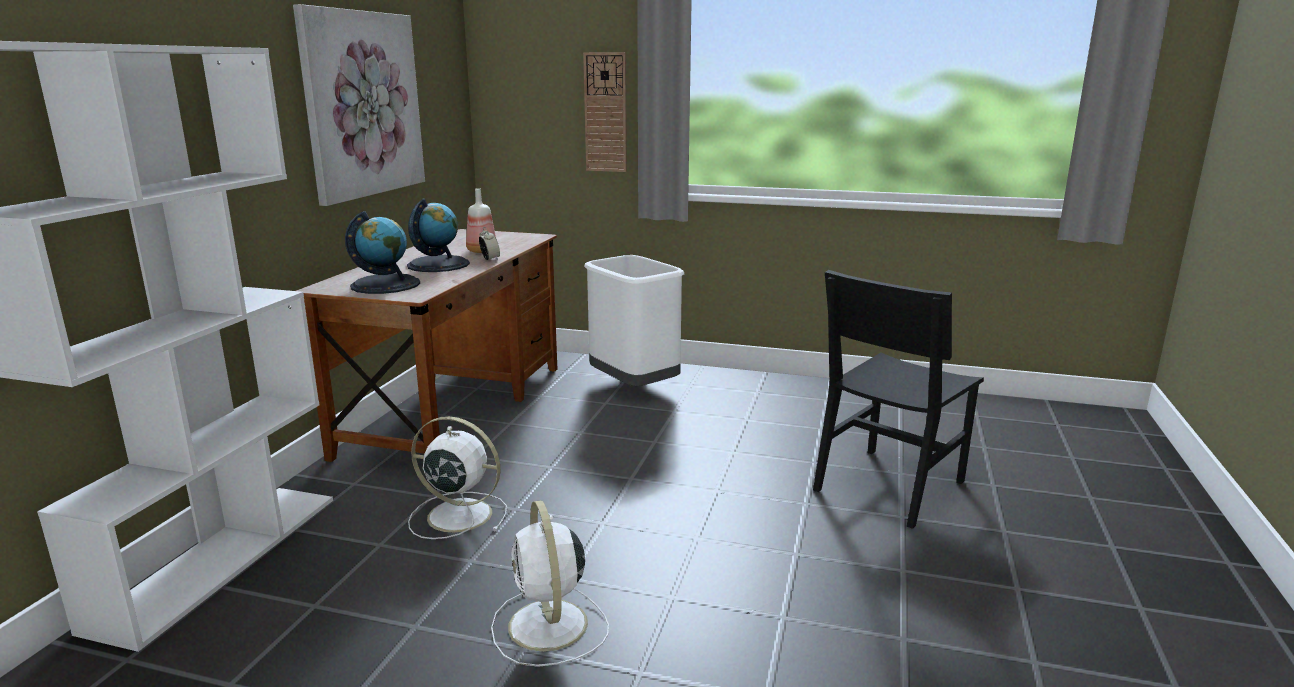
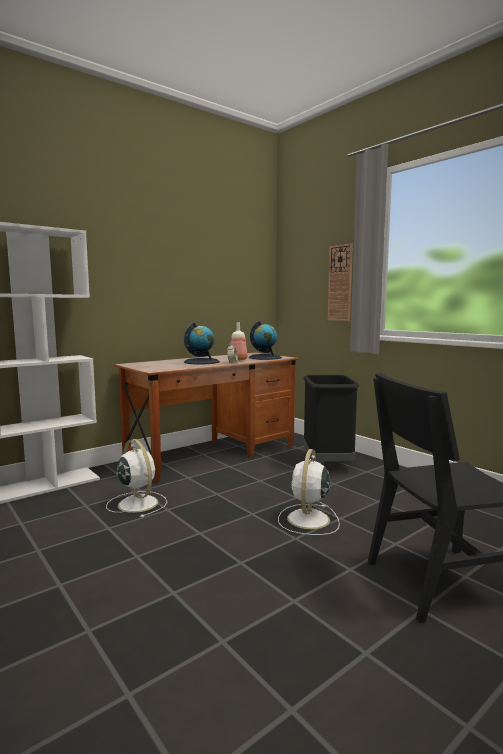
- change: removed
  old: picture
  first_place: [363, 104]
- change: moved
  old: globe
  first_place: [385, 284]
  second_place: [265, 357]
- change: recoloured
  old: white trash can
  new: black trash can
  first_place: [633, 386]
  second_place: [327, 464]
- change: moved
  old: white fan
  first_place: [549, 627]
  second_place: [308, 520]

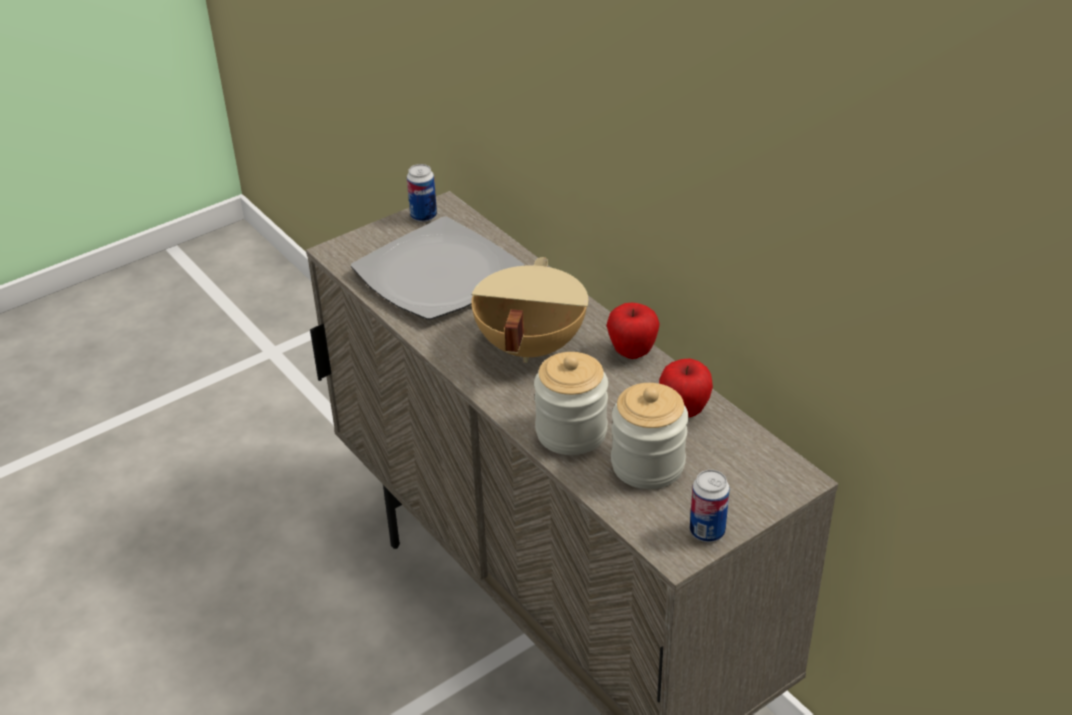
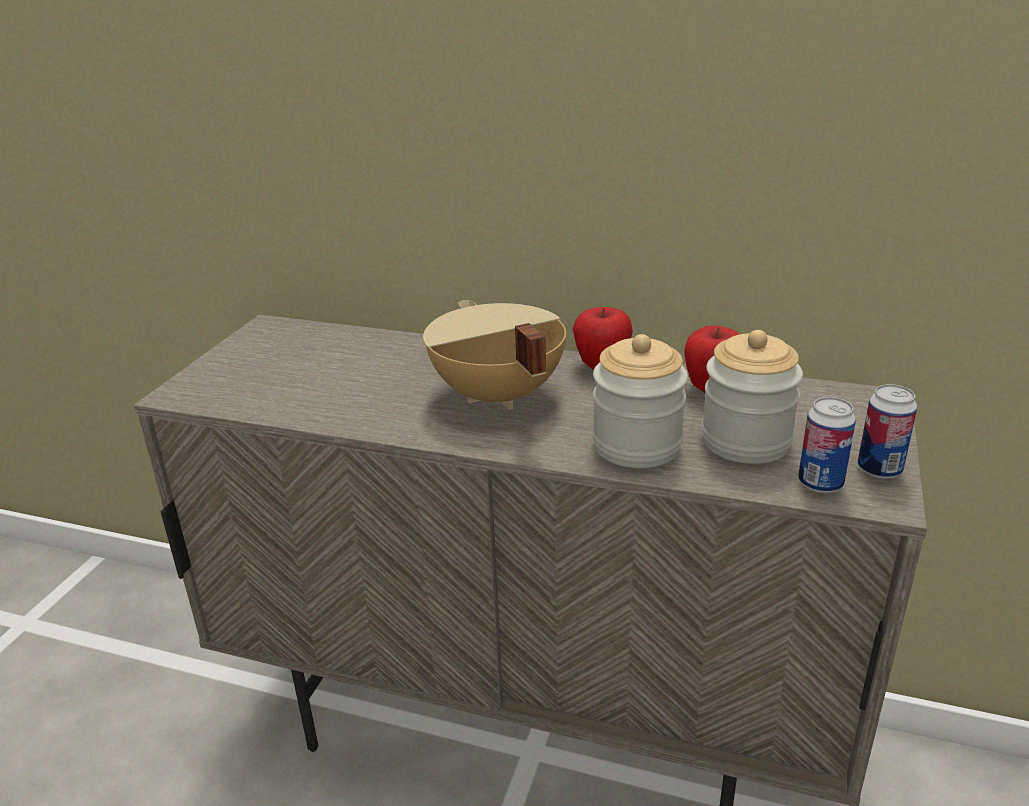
- change: moved
  old: can
  first_place: [423, 216]
  second_place: [820, 483]
- change: removed
  old: plate
  first_place: [438, 274]

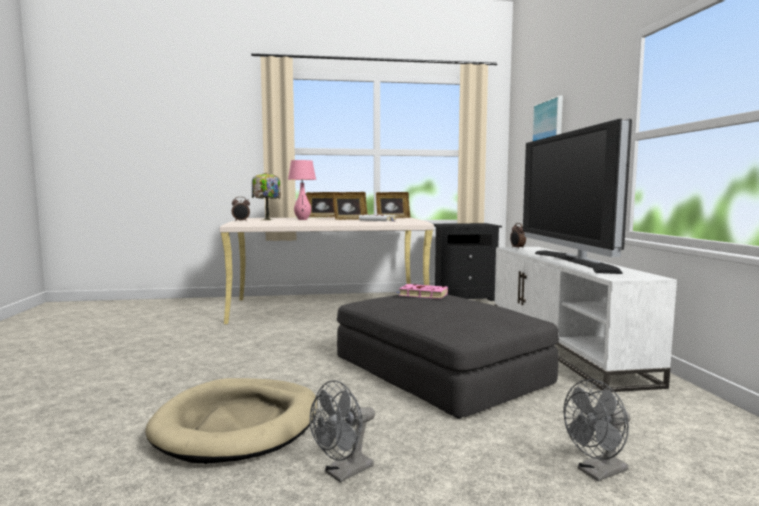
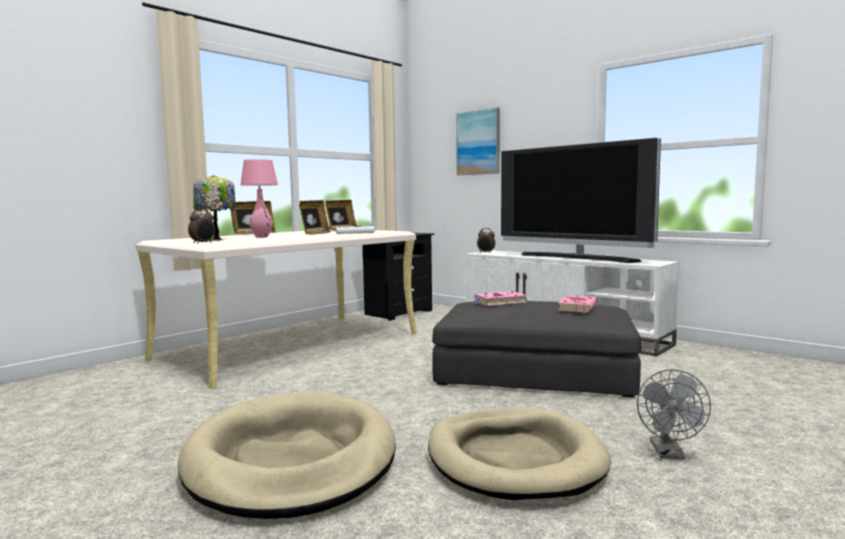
- change: removed
  old: grey fan
  first_place: [597, 472]
- change: added
  new: pink book
  second_place: [577, 307]
- change: added
  new: beige dog bed
  second_place: [291, 460]

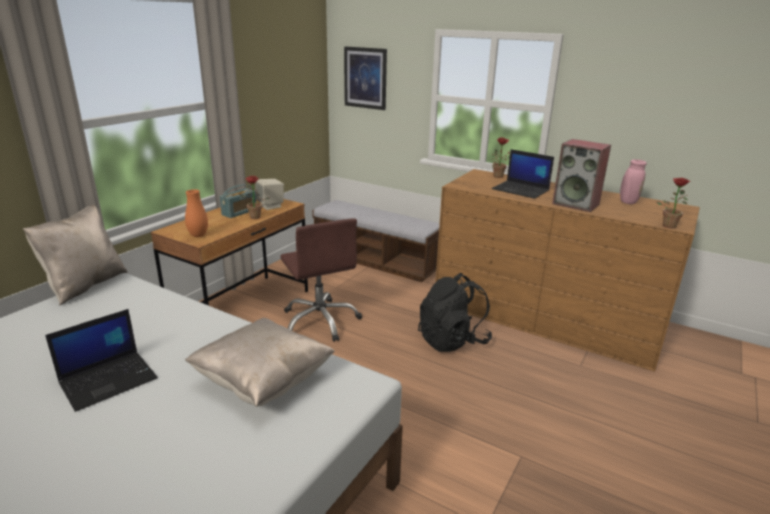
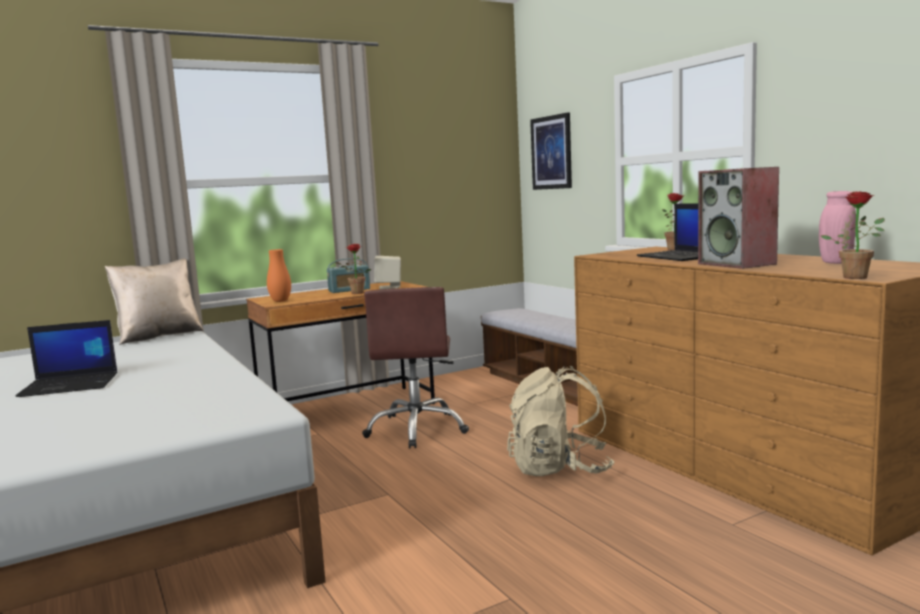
- change: recoloured
  old: black backpack
  new: beige backpack
  first_place: [452, 340]
  second_place: [559, 468]
- change: removed
  old: beige pillow
  first_place: [263, 382]

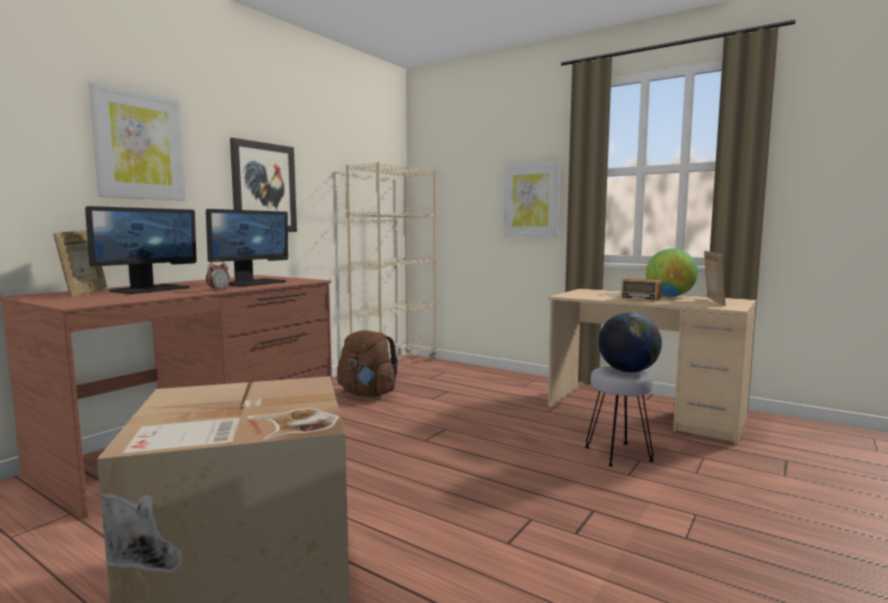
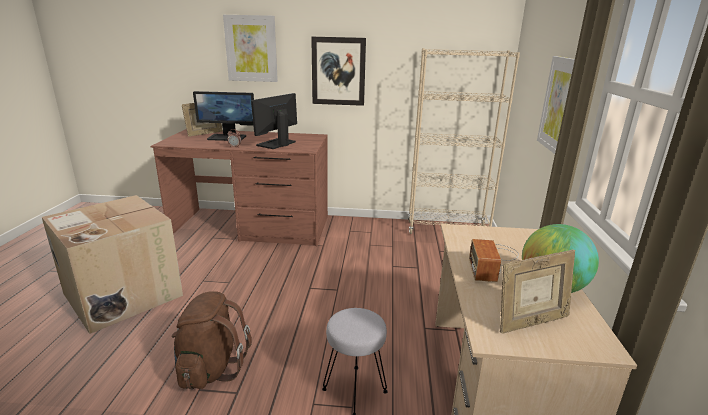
- change: turned
  old: monitor
  first_place: [253, 283]
  second_place: [276, 144]
  degrees: 120
- change: removed
  old: globe
  first_place: [628, 371]
- change: moved
  old: brown backpack
  first_place: [367, 394]
  second_place: [211, 368]

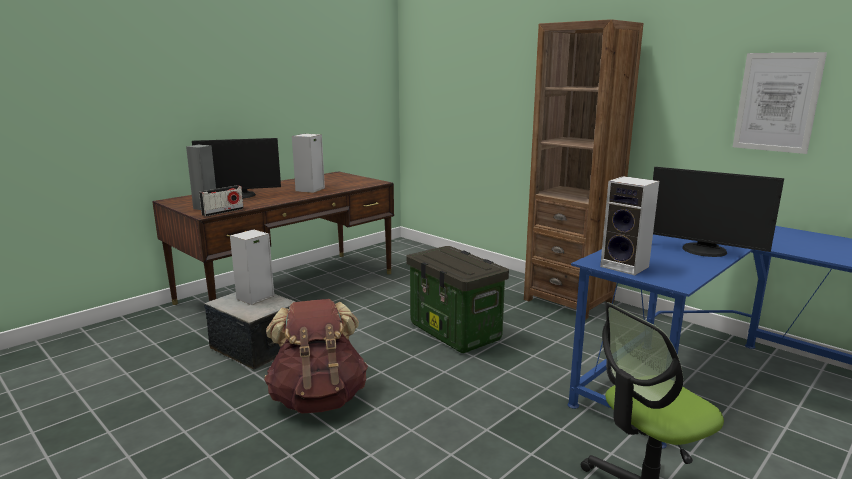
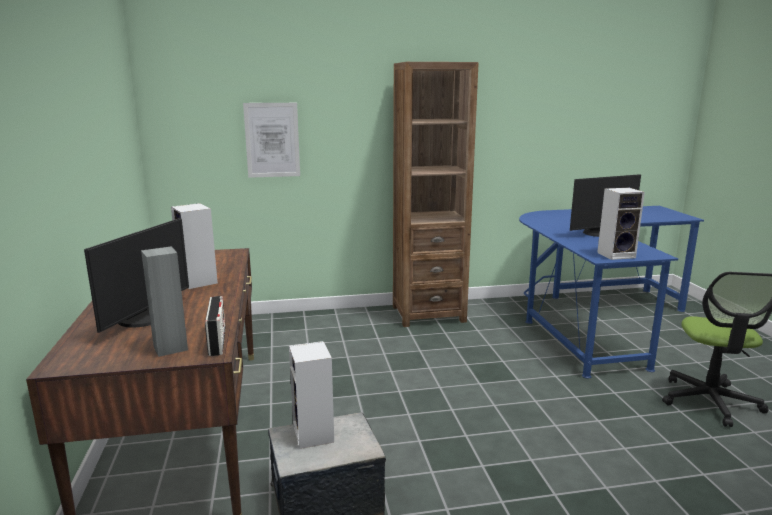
- change: moved
  old: picture
  first_place: [777, 102]
  second_place: [272, 140]
- change: removed
  old: storage box
  first_place: [456, 332]
- change: removed
  old: brown backpack
  first_place: [318, 398]

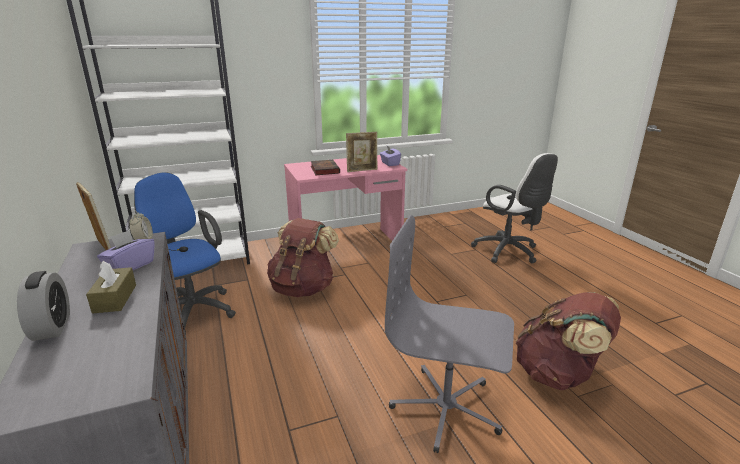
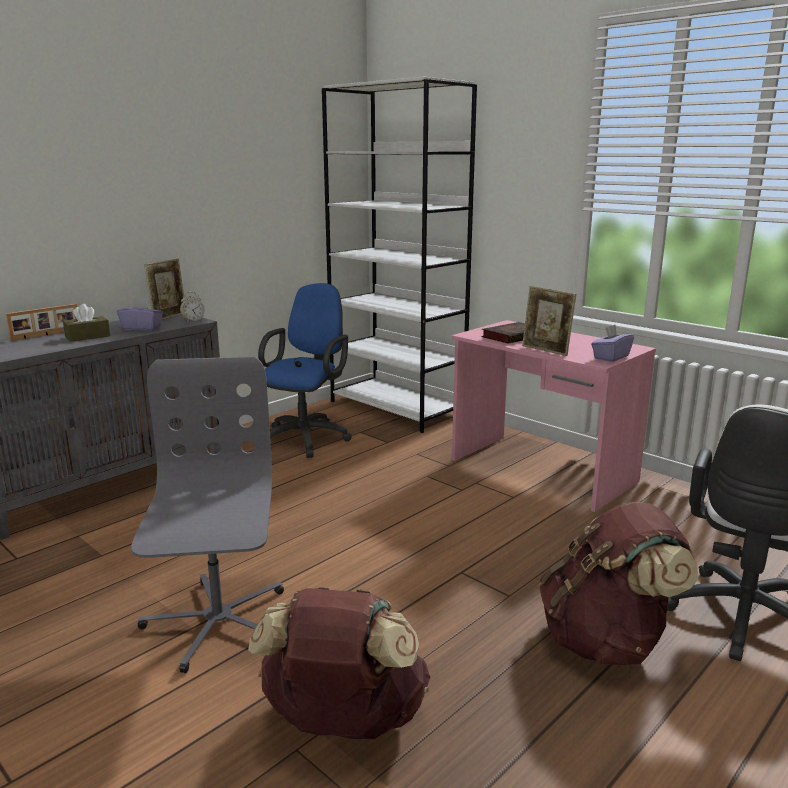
- change: moved
  old: brown backpack
  first_place: [303, 288]
  second_place: [606, 641]
- change: replaced
  old: alarm clock
  new: picture frame
  first_place: [52, 327]
  second_place: [46, 335]

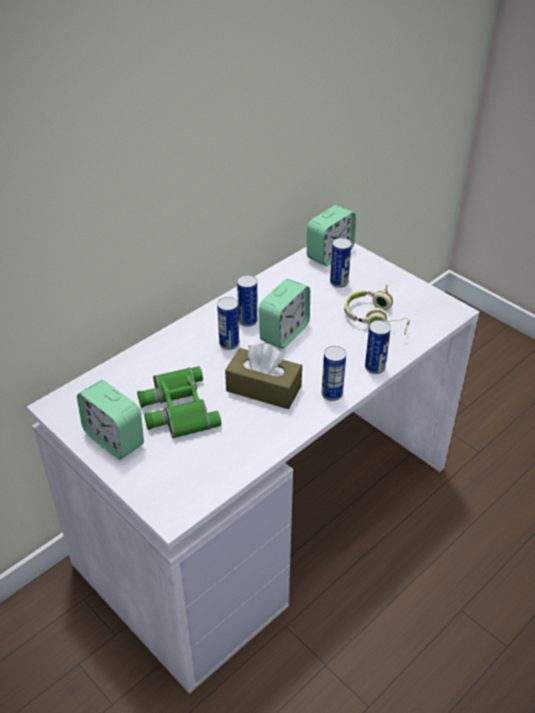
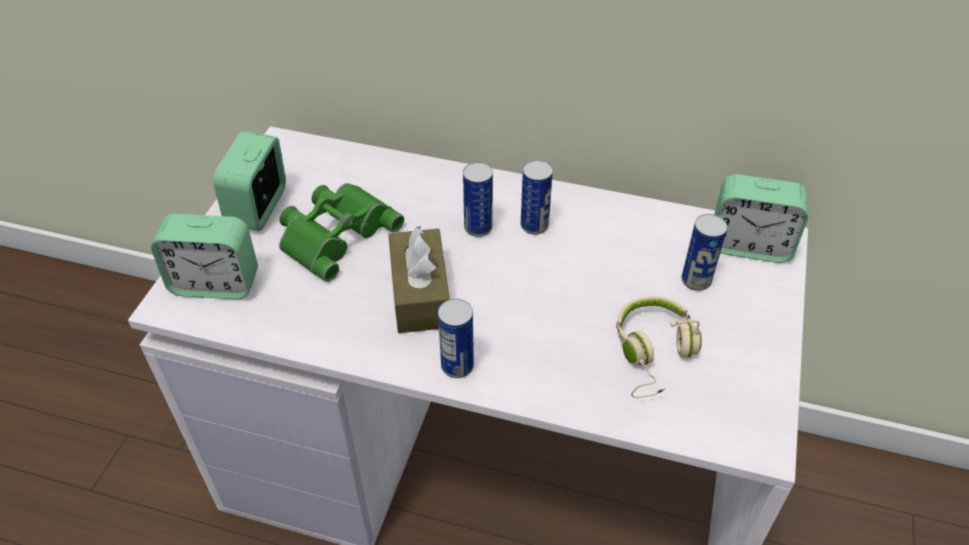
- change: moved
  old: alarm clock
  first_place: [284, 333]
  second_place: [215, 283]
- change: removed
  old: can
  first_place: [375, 367]

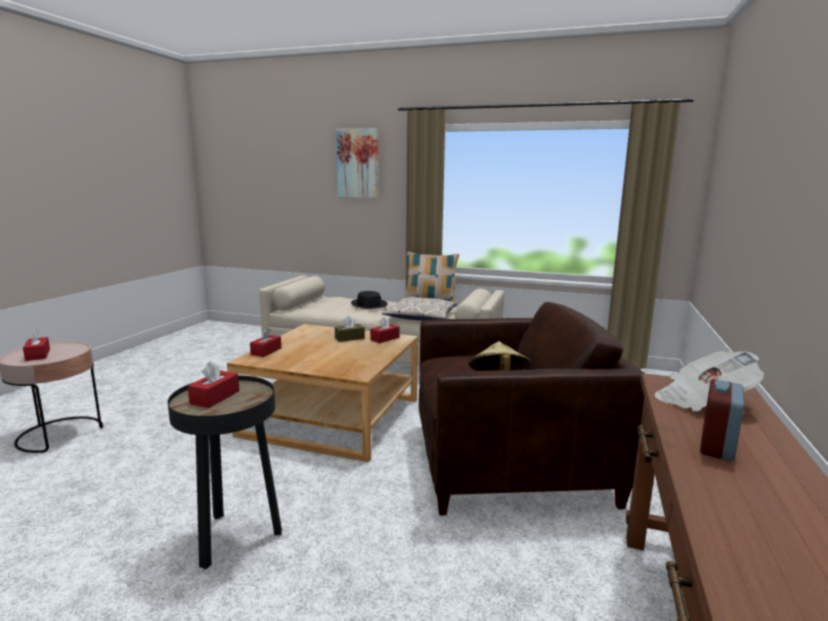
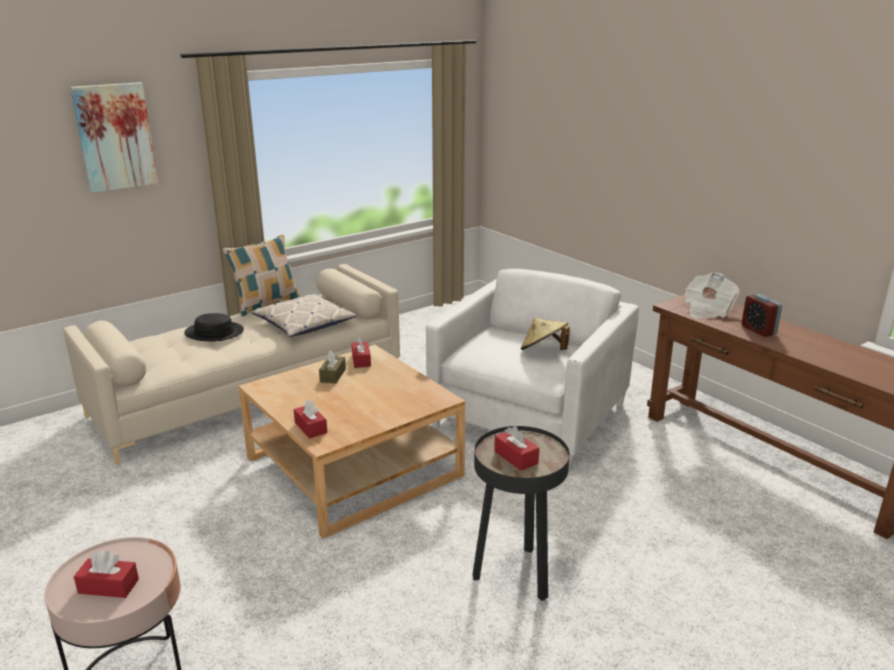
- change: recoloured
  old: brown armchair
  new: white armchair
  first_place: [508, 462]
  second_place: [530, 416]

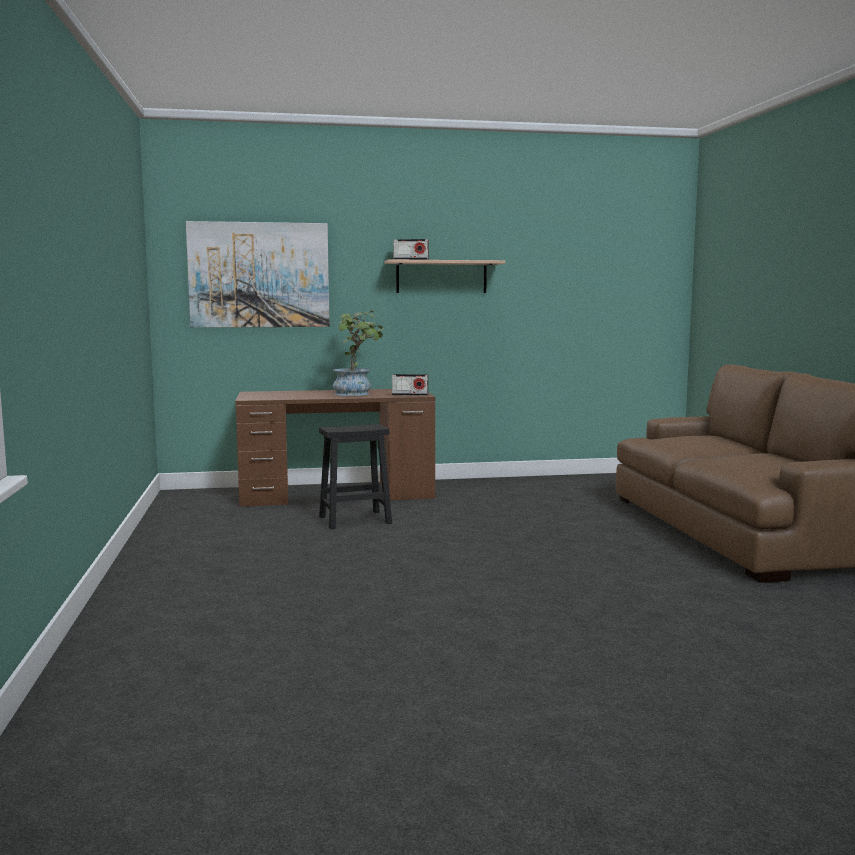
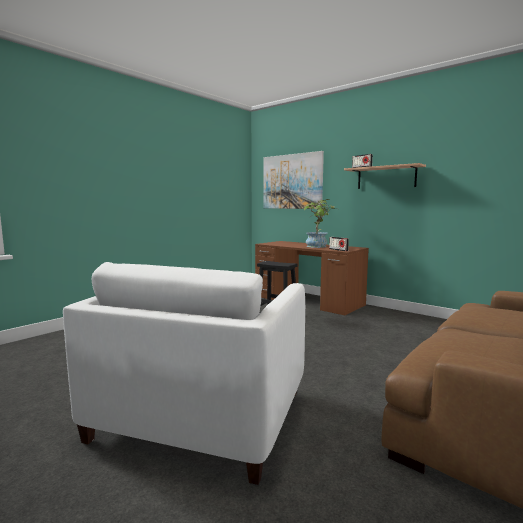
- change: added
  new: white armchair
  second_place: [202, 414]

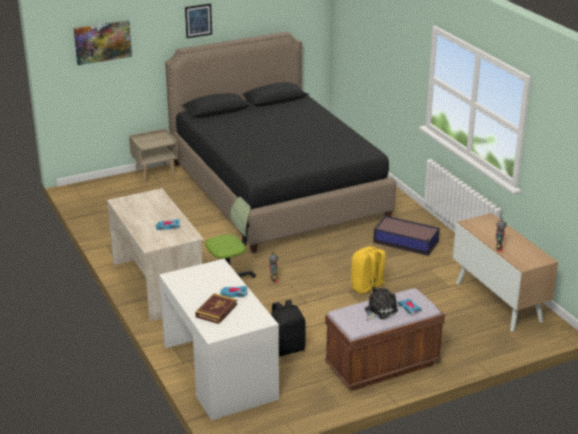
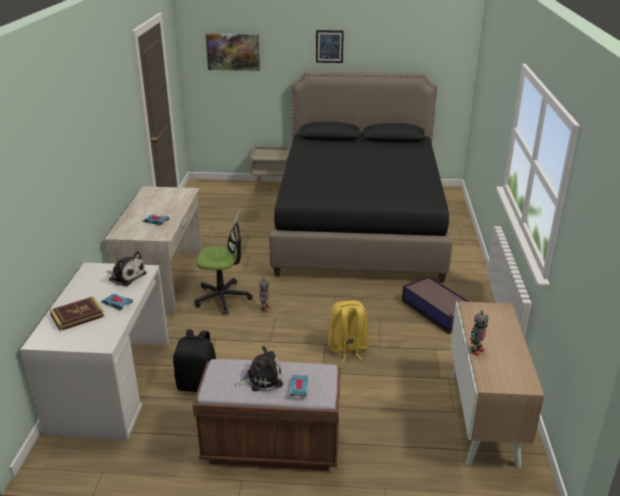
- change: added
  new: plush toy
  second_place: [126, 276]

